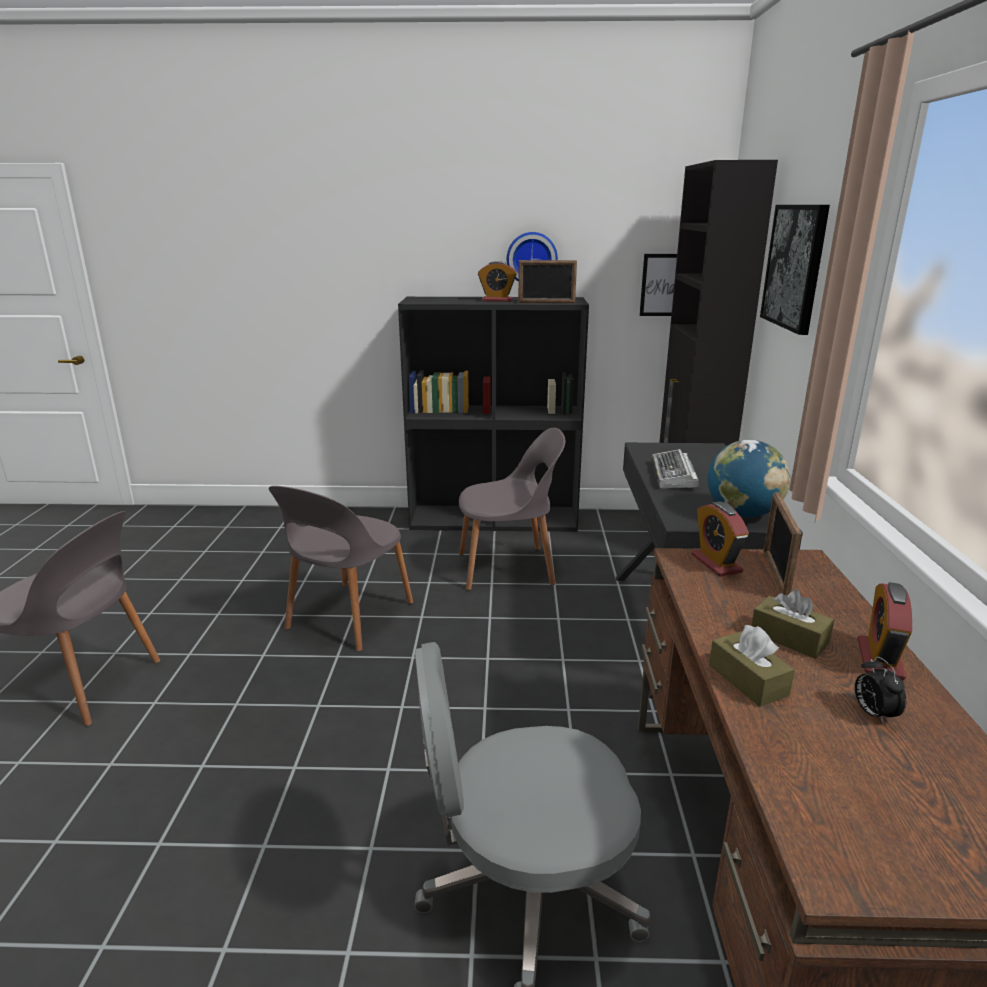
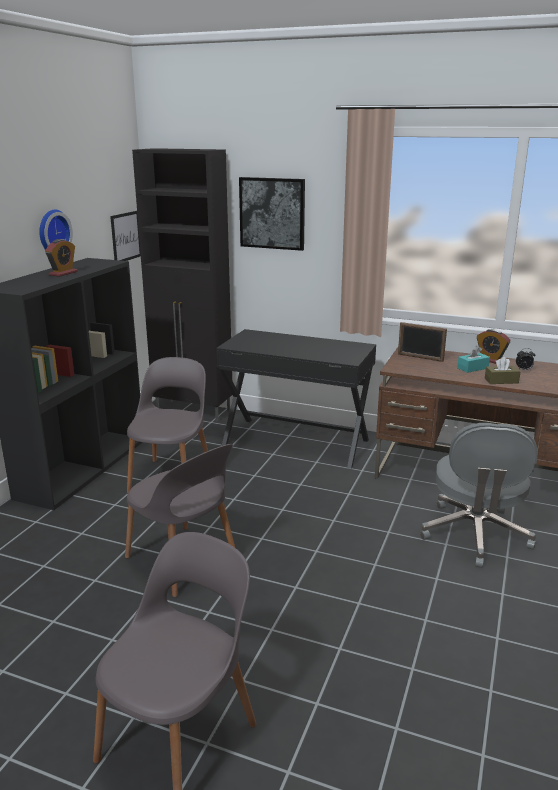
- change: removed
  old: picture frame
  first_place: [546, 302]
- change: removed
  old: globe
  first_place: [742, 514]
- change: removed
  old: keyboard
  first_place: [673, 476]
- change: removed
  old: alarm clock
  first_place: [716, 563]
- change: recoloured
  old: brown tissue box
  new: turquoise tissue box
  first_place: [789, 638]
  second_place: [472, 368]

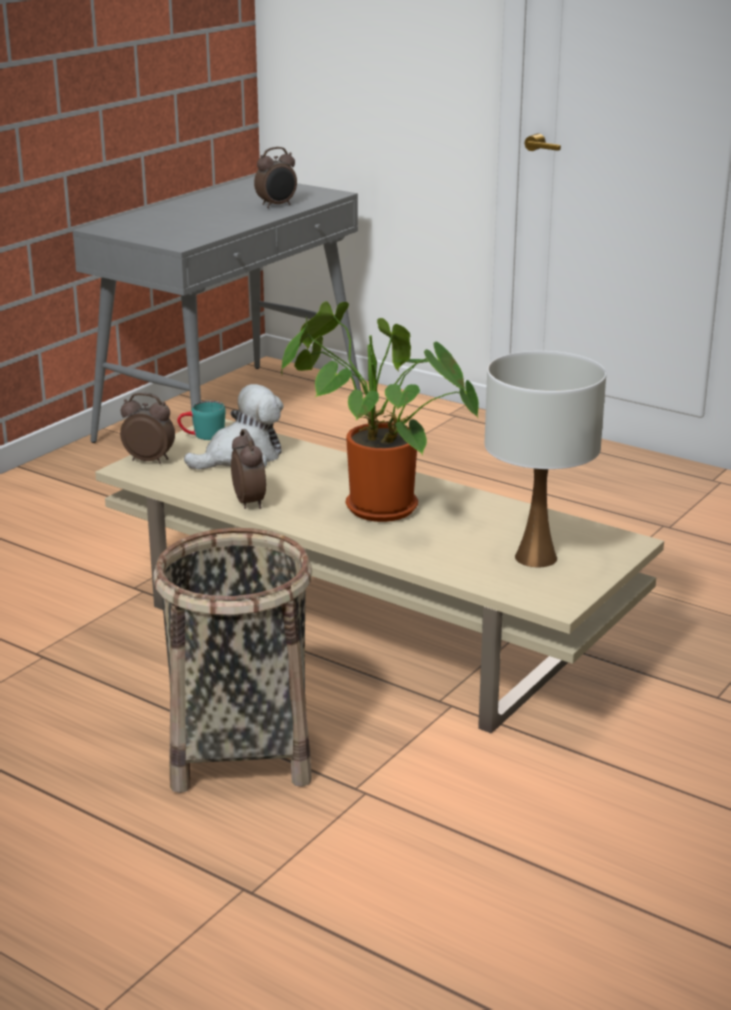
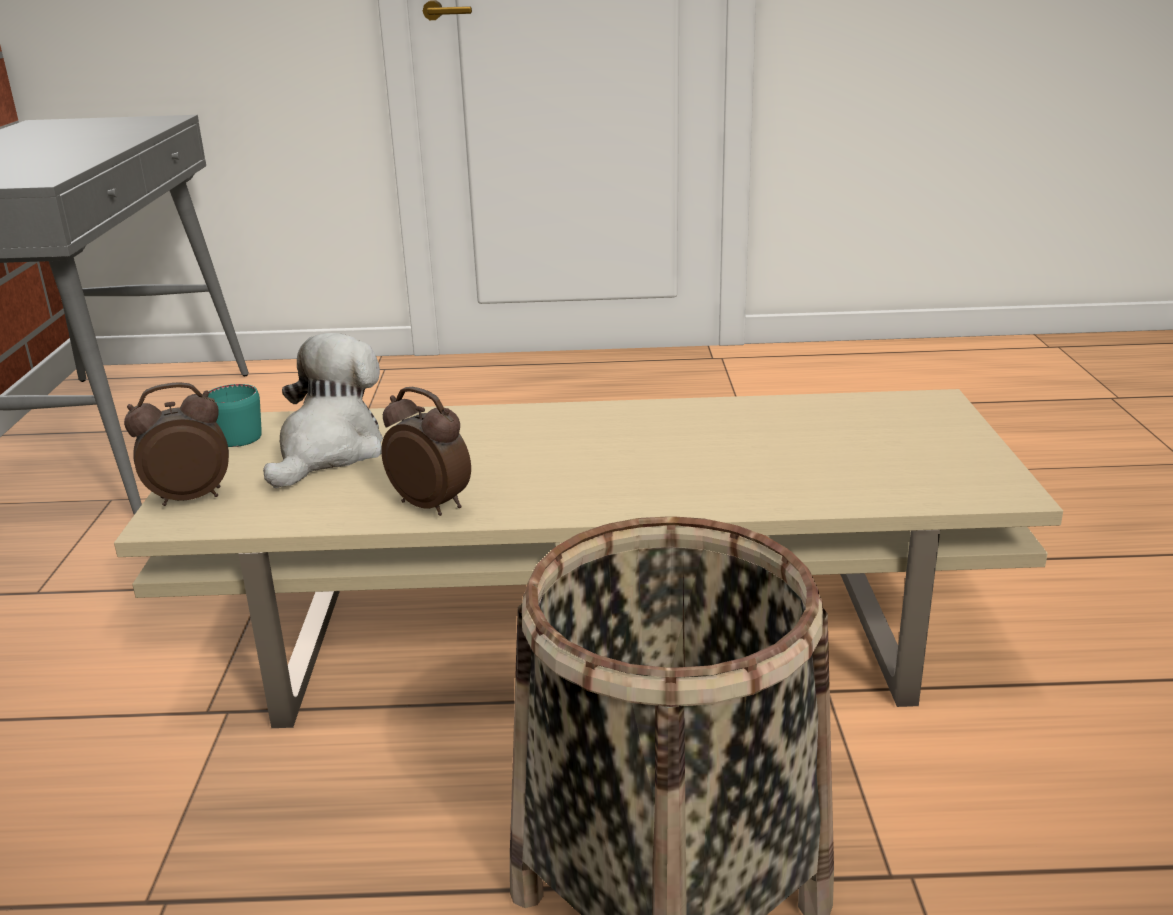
- change: removed
  old: alarm clock
  first_place: [277, 205]
- change: removed
  old: potted plant
  first_place: [372, 508]
- change: removed
  old: white table lamp
  first_place: [535, 557]

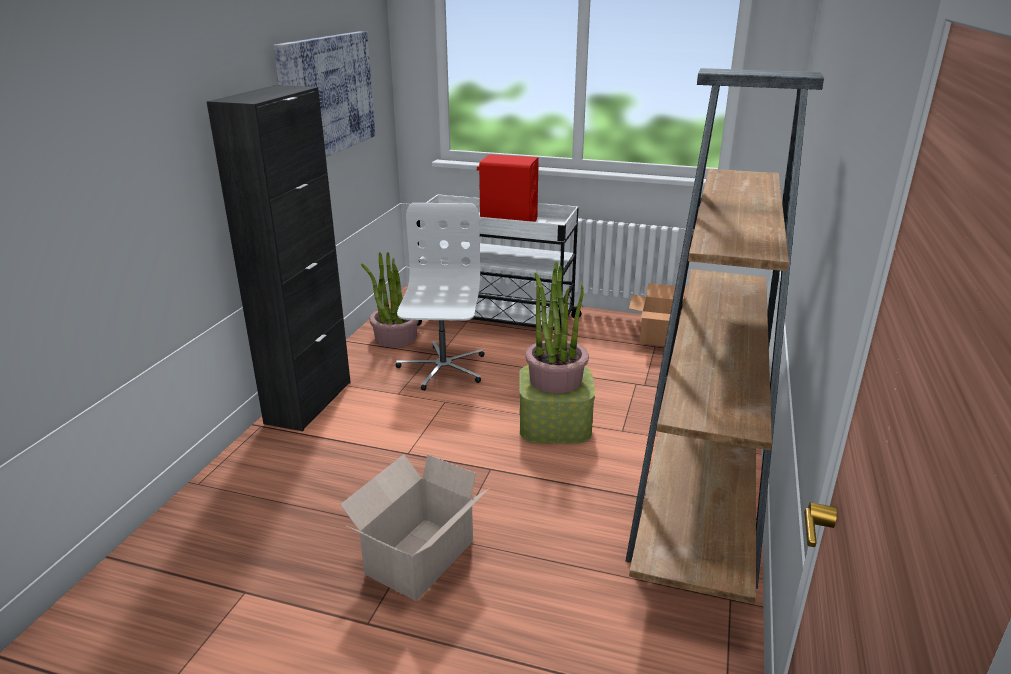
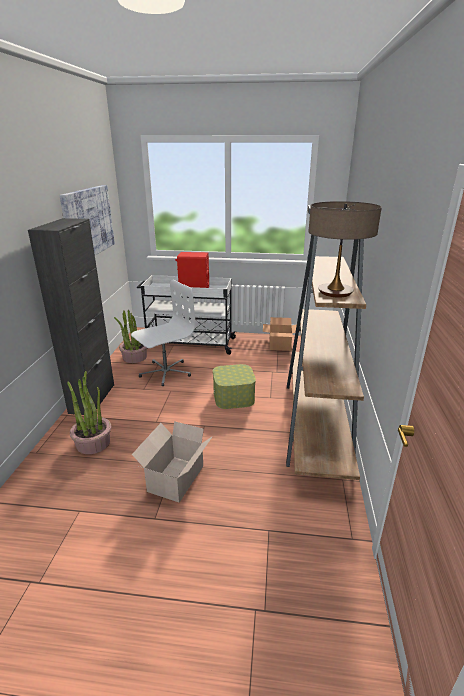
- change: turned
  old: white office chair
  first_place: [442, 368]
  second_place: [165, 372]
  degrees: 60
- change: moved
  old: potted plant
  first_place: [555, 379]
  second_place: [93, 443]
- change: added
  new: table lamp
  second_place: [335, 292]

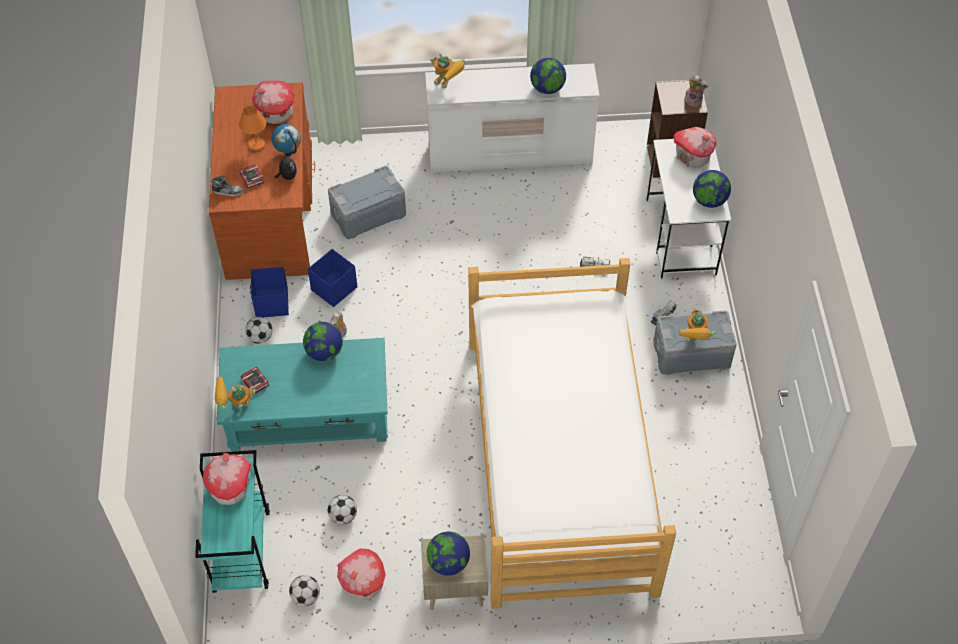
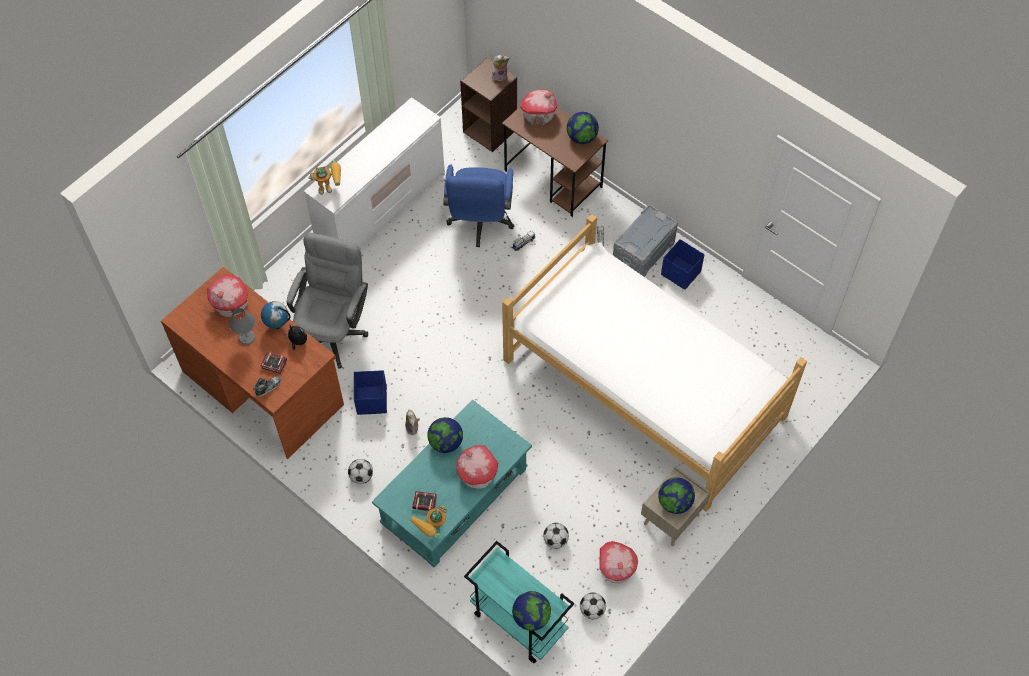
- change: moved
  old: globe
  first_place: [547, 88]
  second_place: [531, 617]
- change: recoloured
  old: orange table lamp
  new: grey table lamp
  first_place: [257, 144]
  second_place: [247, 337]
- change: recoloured
  old: white desk
  new: brown desk
  first_place: [681, 237]
  second_place: [554, 179]
- change: replaced
  old: grey storage box
  new: grey office chair
  first_place: [369, 215]
  second_place: [334, 330]
- change: moved
  old: blue storage box
  first_place: [271, 303]
  second_place: [681, 273]
- change: removed
  old: toy robot
  first_place: [694, 341]
- change: moved
  old: toy house
  first_place: [230, 488]
  second_place: [476, 474]
- change: added
  new: blue office chair
  second_place: [480, 223]

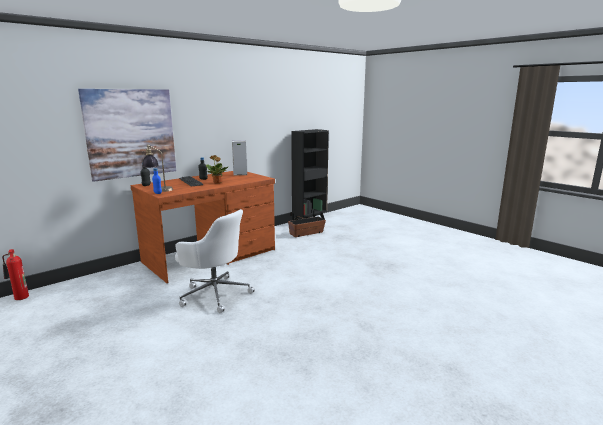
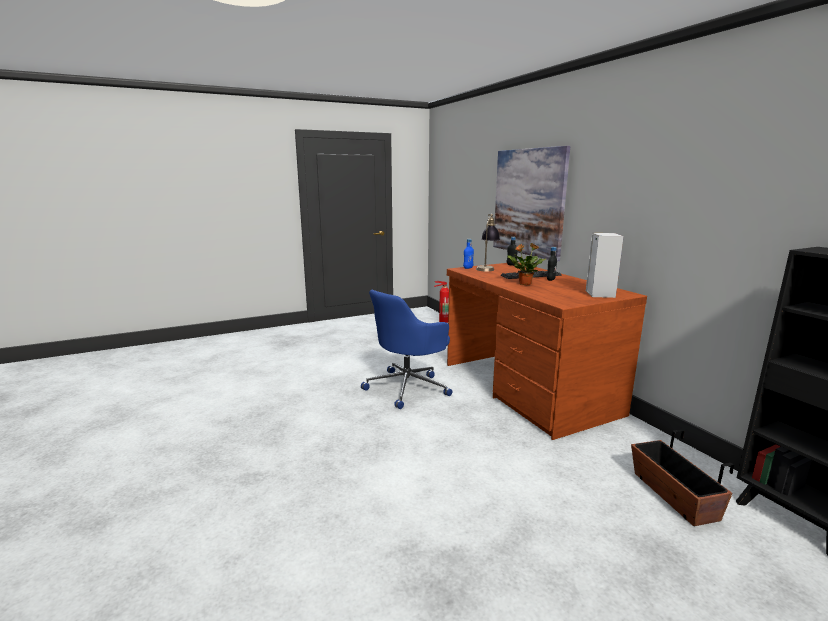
- change: recoloured
  old: white office chair
  new: blue office chair
  first_place: [215, 294]
  second_place: [408, 387]

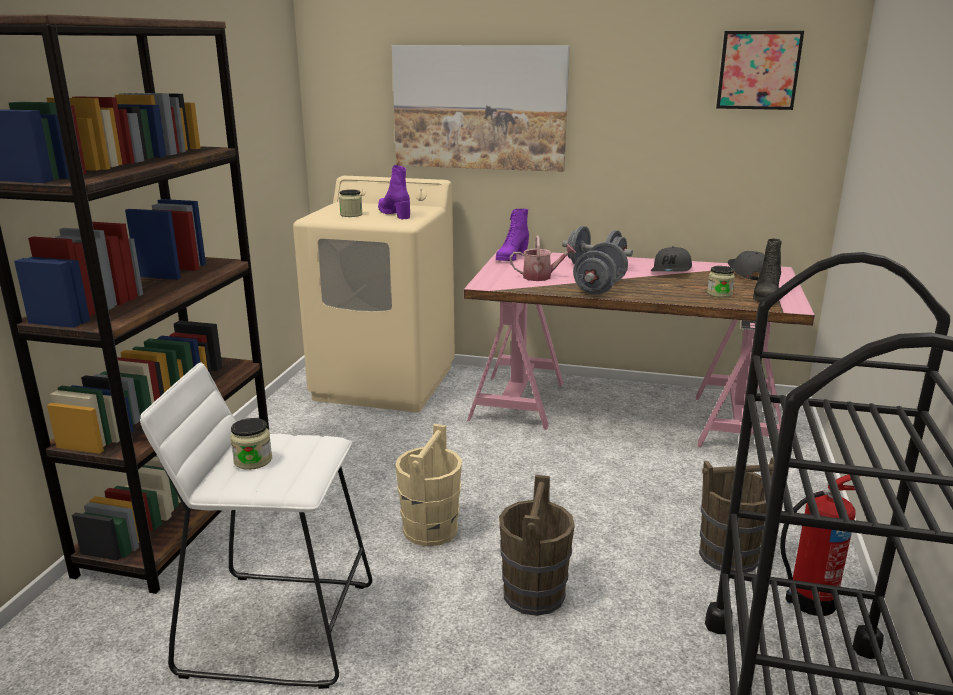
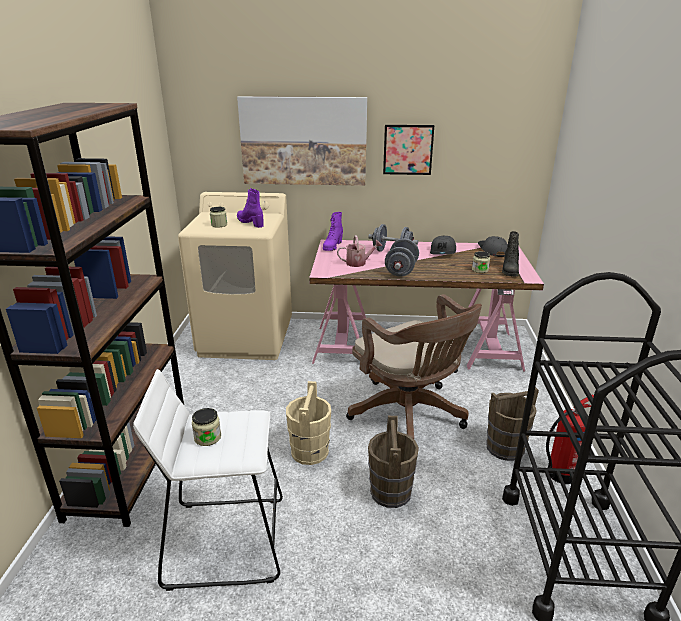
- change: moved
  old: picture
  first_place: [758, 70]
  second_place: [408, 149]
- change: added
  new: brown office chair
  second_place: [410, 416]

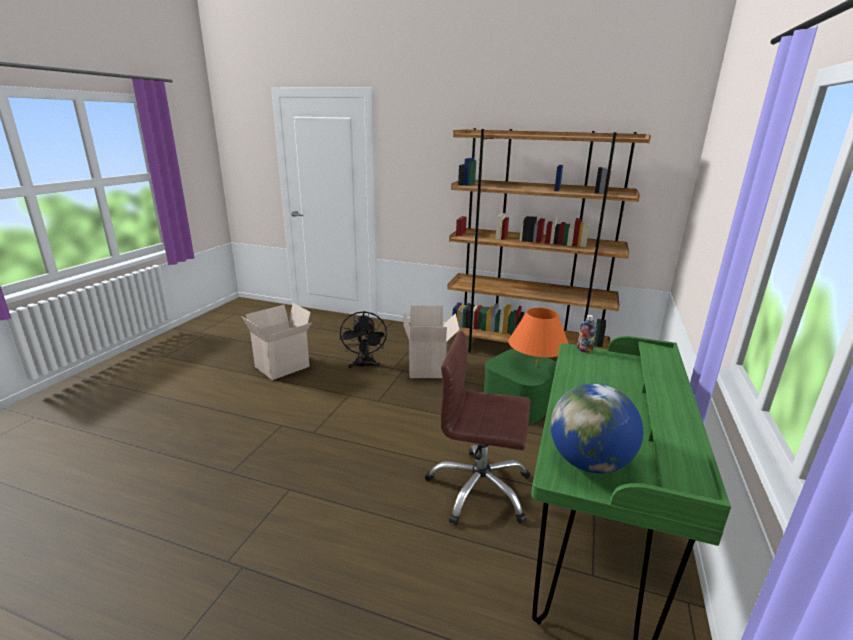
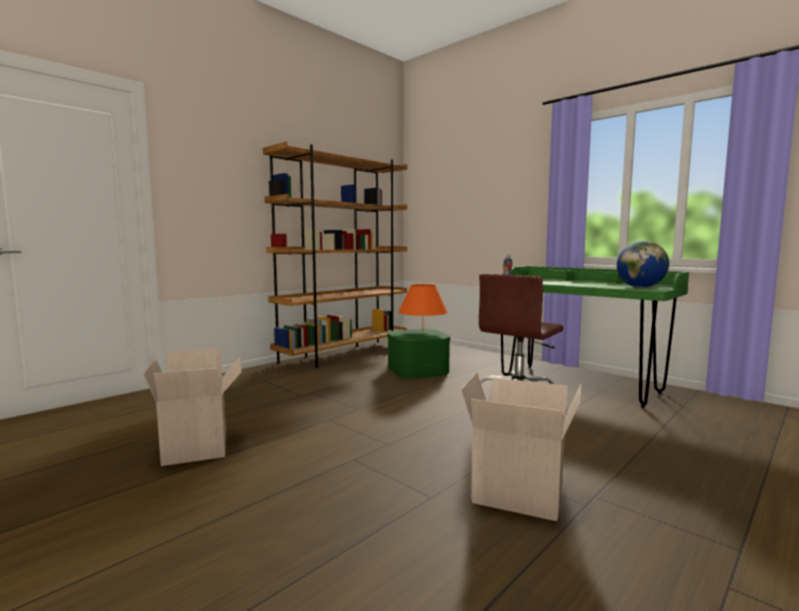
- change: moved
  old: cardboard box
  first_place: [428, 368]
  second_place: [520, 492]
- change: removed
  old: black fan
  first_place: [364, 366]

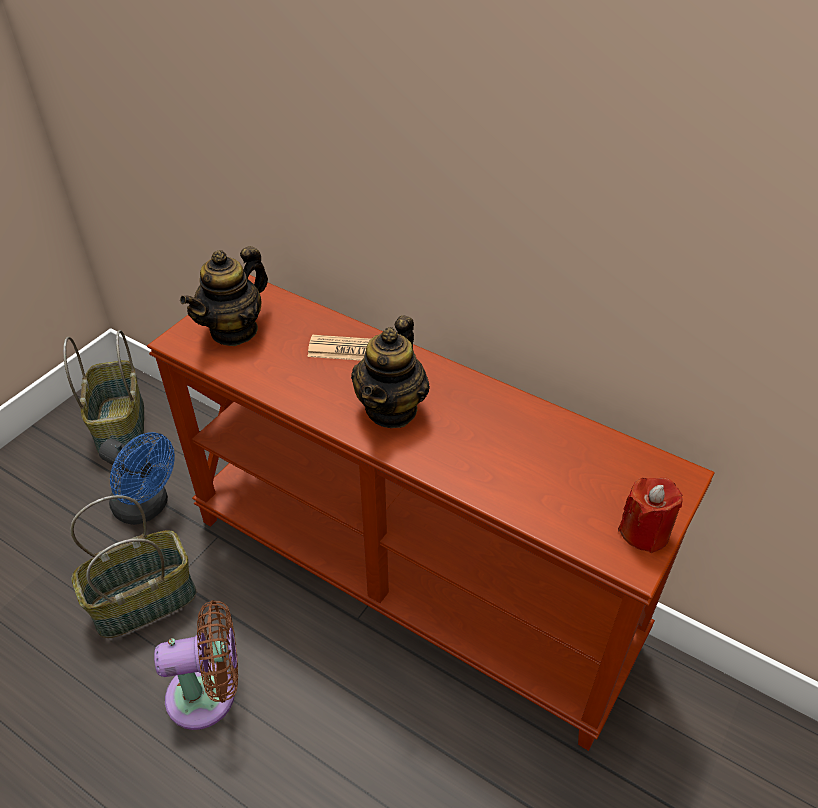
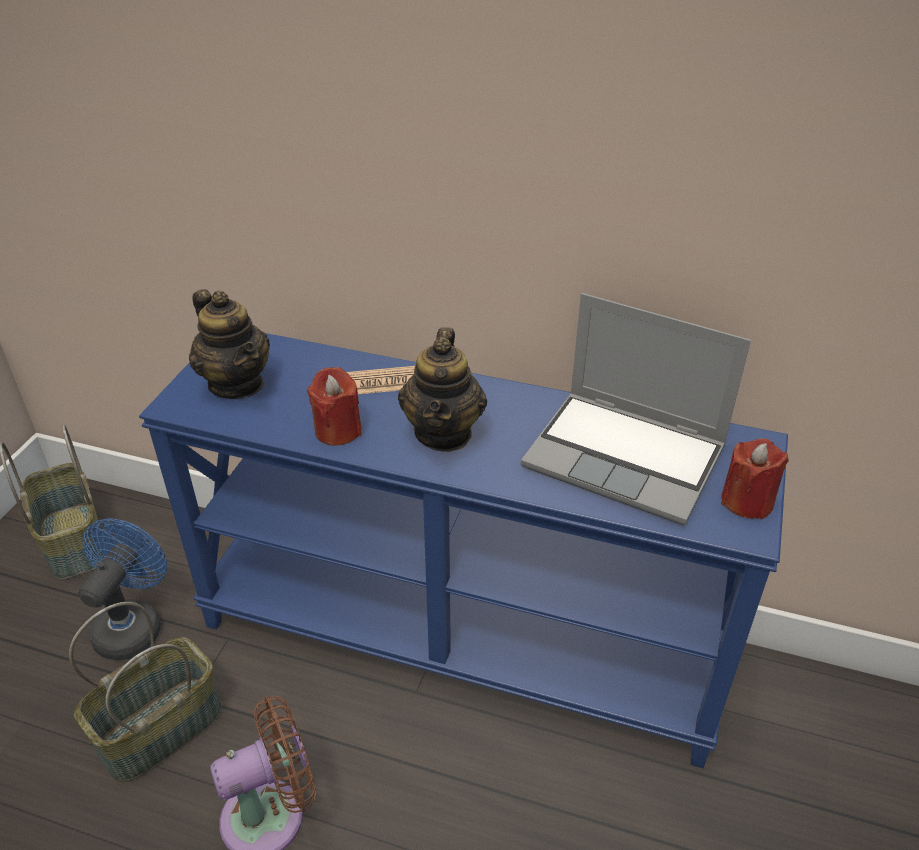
- change: turned
  old: teapot
  first_place: [234, 330]
  second_place: [237, 384]
  degrees: -60
- change: recoloured
  old: brown console table
  new: blue console table
  first_place: [411, 578]
  second_place: [462, 635]
- change: turned
  old: blue fan
  first_place: [147, 507]
  second_place: [133, 624]
  degrees: -90
- change: added
  new: laptop
  second_place: [627, 457]
- change: added
  new: red candle
  second_place: [338, 430]

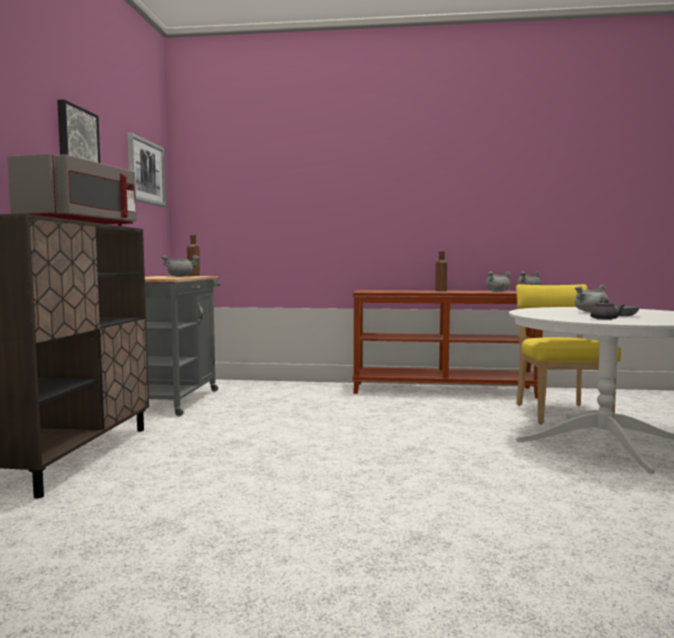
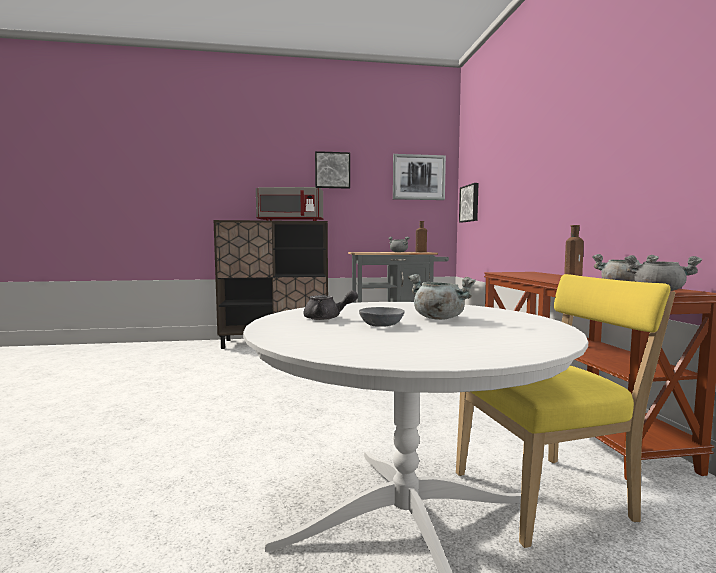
- change: added
  new: picture
  second_place: [470, 203]

